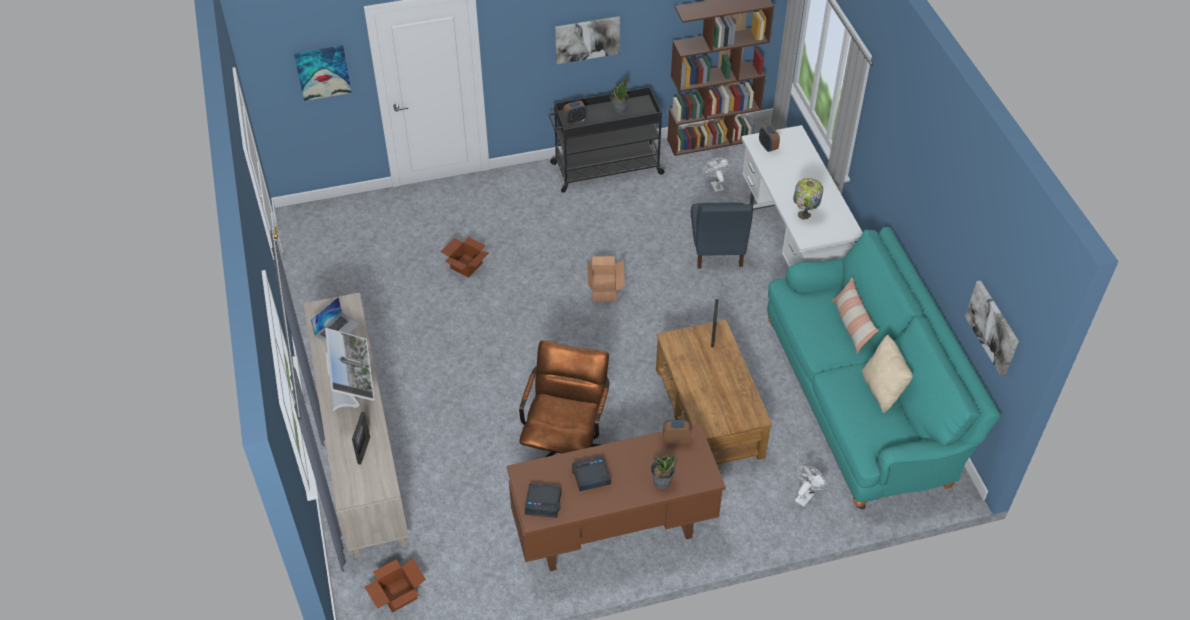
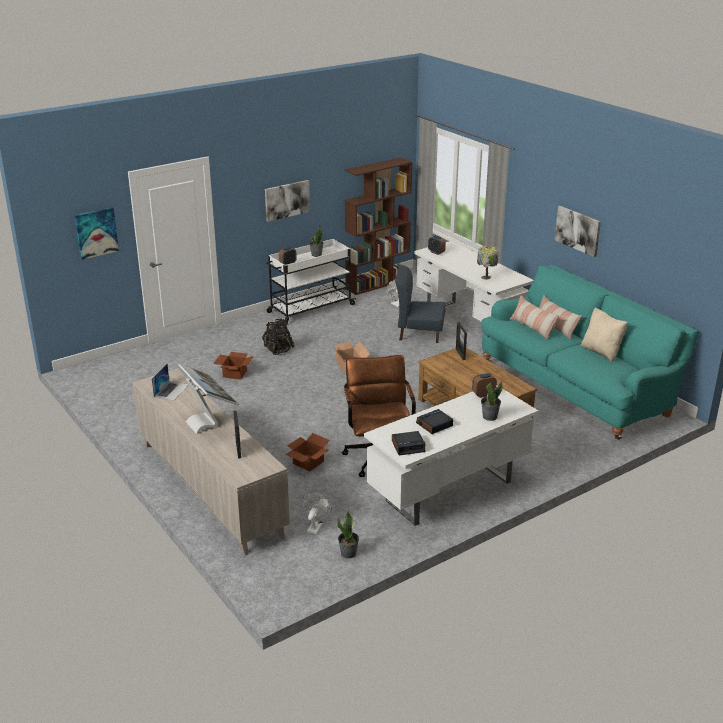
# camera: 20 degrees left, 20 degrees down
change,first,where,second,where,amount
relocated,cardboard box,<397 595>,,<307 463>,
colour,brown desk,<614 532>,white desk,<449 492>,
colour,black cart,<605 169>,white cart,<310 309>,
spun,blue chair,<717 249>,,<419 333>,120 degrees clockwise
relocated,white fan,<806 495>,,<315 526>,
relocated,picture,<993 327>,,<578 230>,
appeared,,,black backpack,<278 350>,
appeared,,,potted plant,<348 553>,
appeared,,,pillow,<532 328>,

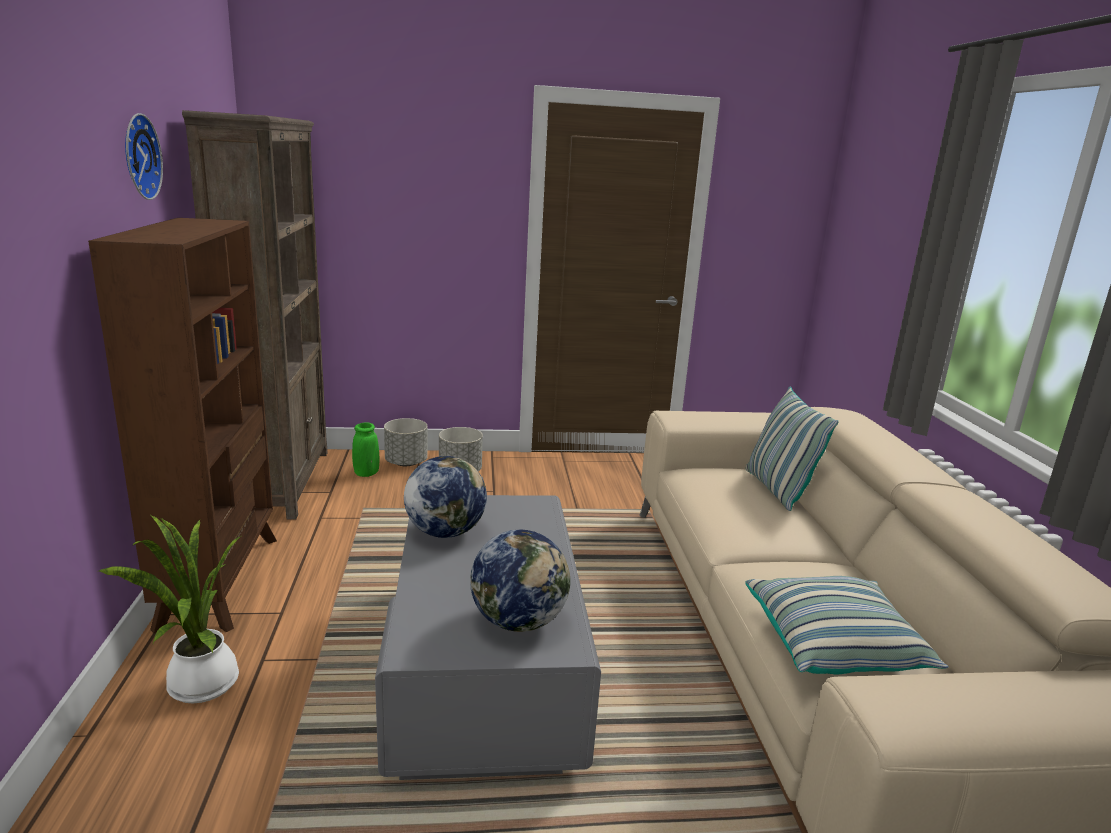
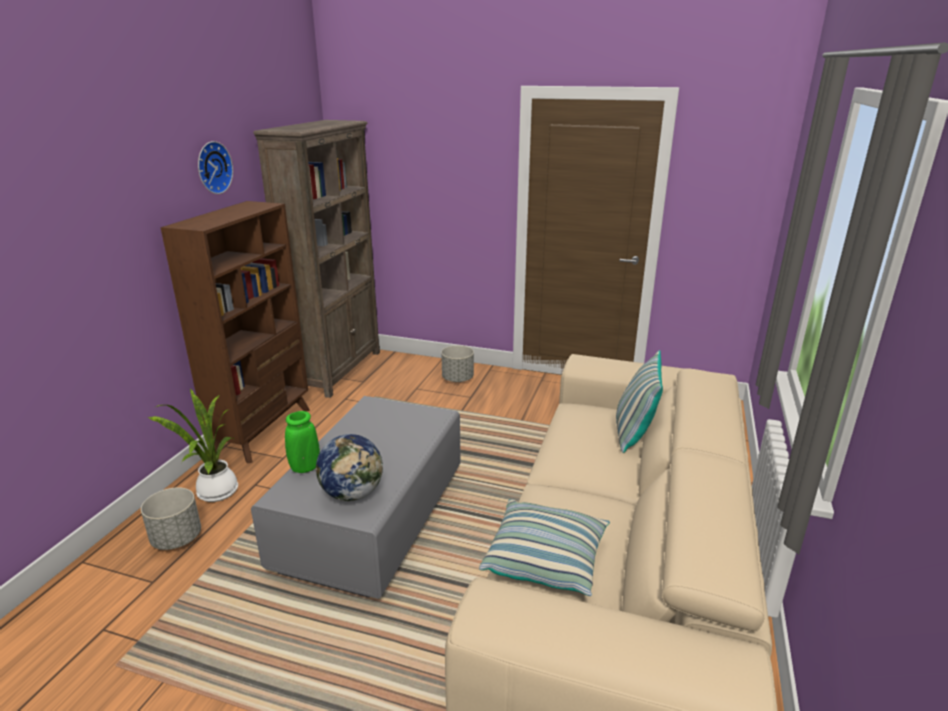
# camera: 25 degrees right, 5 degrees up
change,first,where,second,where,amount
relocated,green vase,<366 473>,,<305 468>,
relocated,grey planter,<405 462>,,<176 538>,
missing,globe,<445 532>,,,

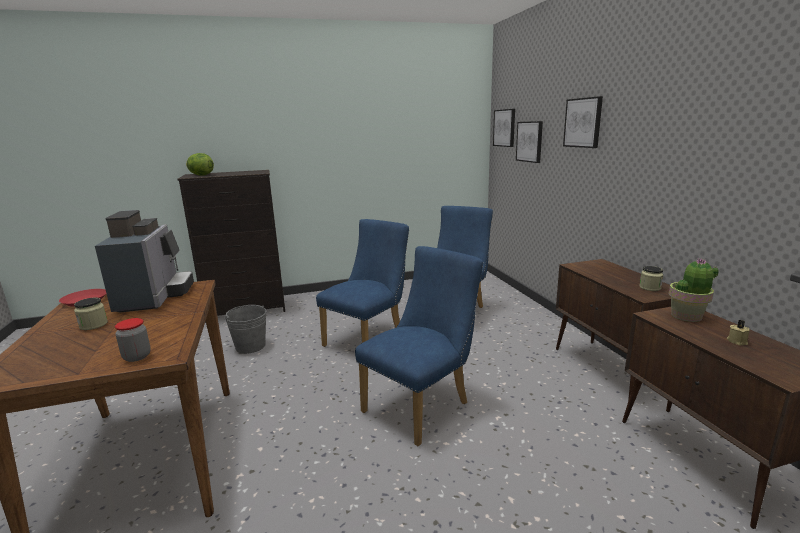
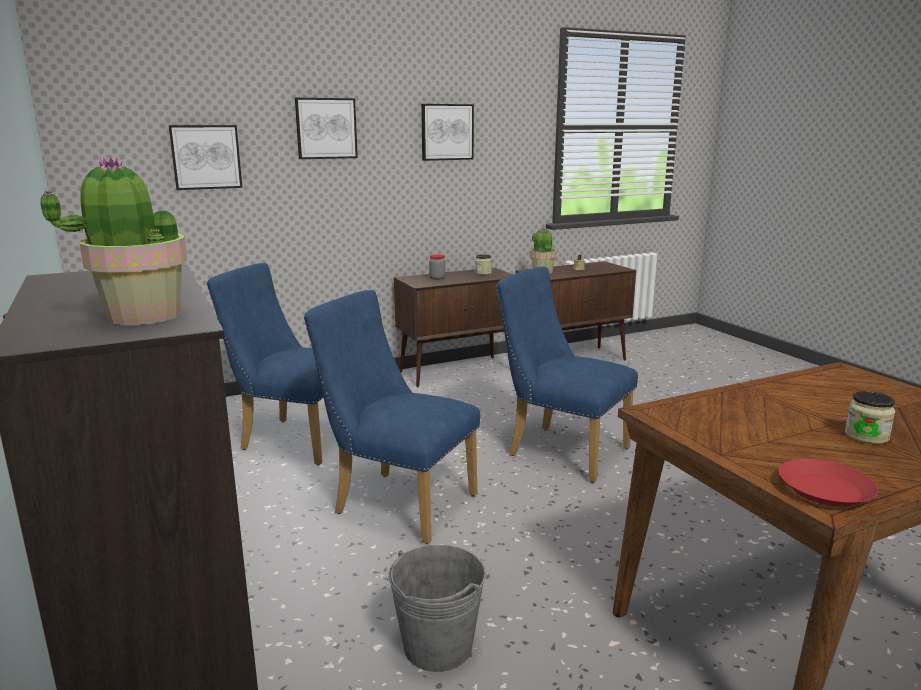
# camera: 100 degrees left, 0 degrees up
change,first,where,second,where,amount
missing,coffee machine,<154 297>,,,
relocated,jar,<137 357>,,<437 278>,
exchanged,lettuce,<201 175>,potted plant,<142 316>,
relocated,picture,<505 128>,,<447 132>,

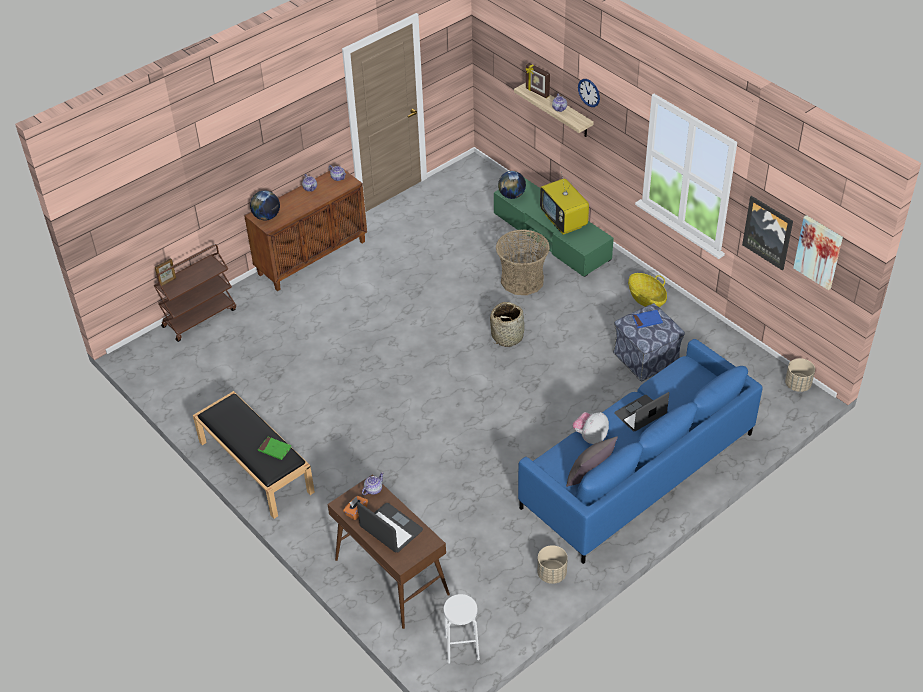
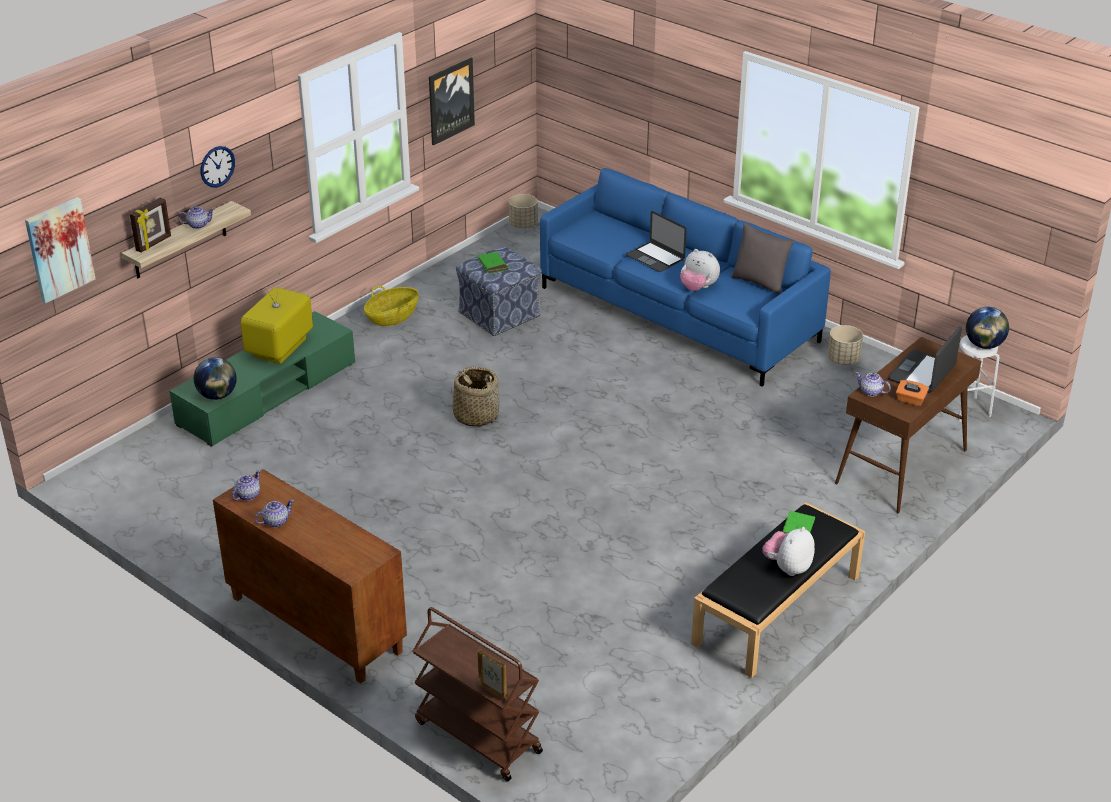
# camera: 100 degrees left, 10 degrees down
change,first,where,second,where,amount
relocated,globe,<266 217>,,<984 345>,
missing,basket,<522 280>,,,
spun,television,<564 221>,,<280 349>,150 degrees clockwise
colour,blue book,<647 320>,green book,<492 264>,
relocated,picture,<818 252>,,<59 249>,
appeared,,,plush toy,<787 567>,

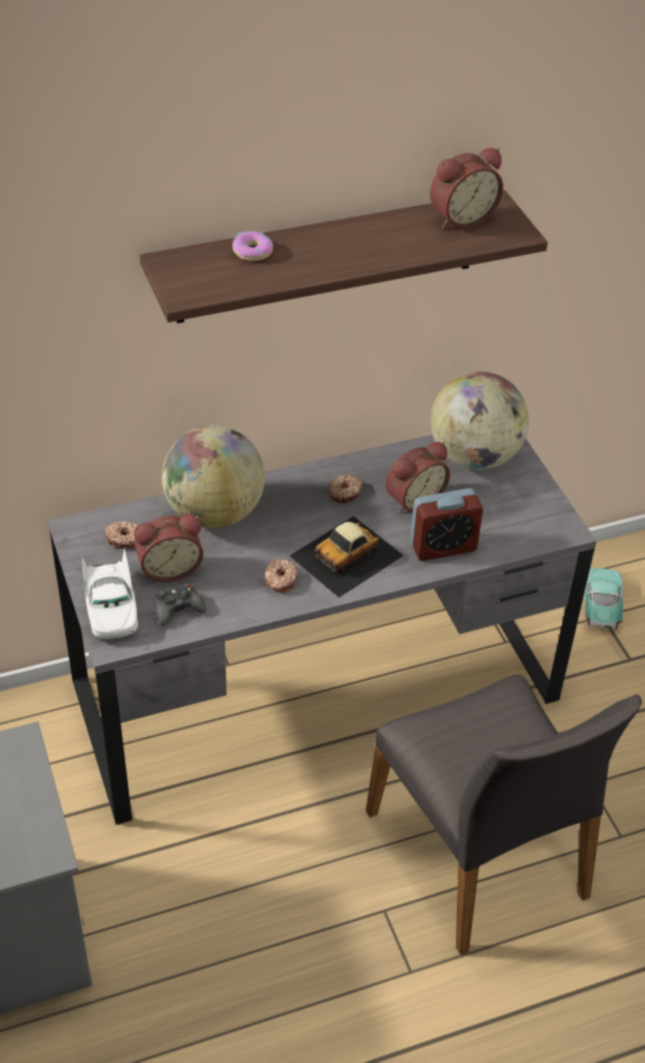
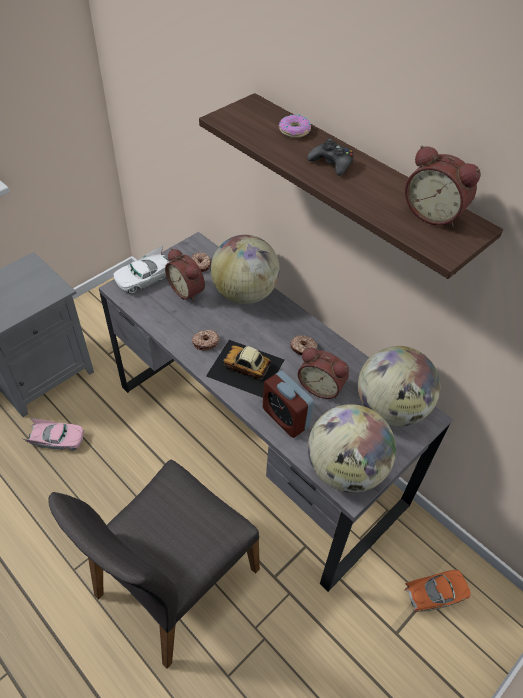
# camera: 65 degrees right, 5 degrees up
change,first,where,second,where,amount
relocated,black game controller,<178 609>,,<331 163>,
colour,turquoise toy car,<601 606>,orange toy car,<435 594>,
appeared,,,pink toy car,<57 439>,
appeared,,,globe,<345 469>,

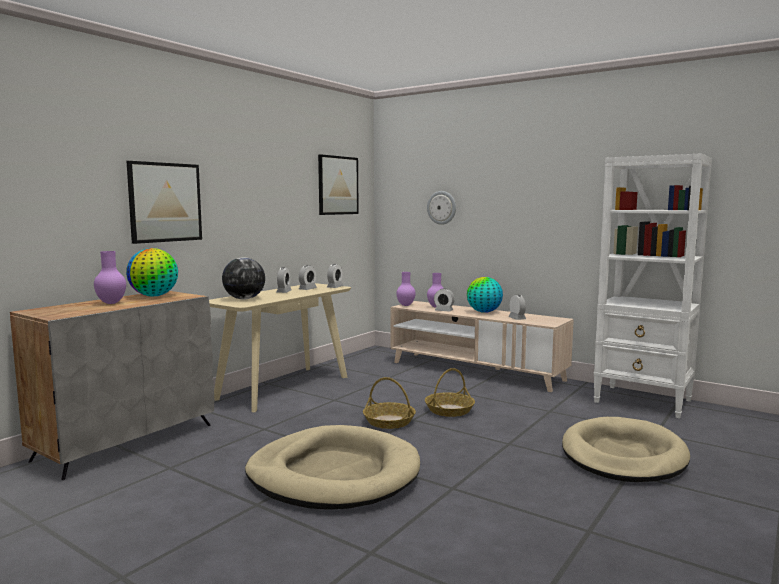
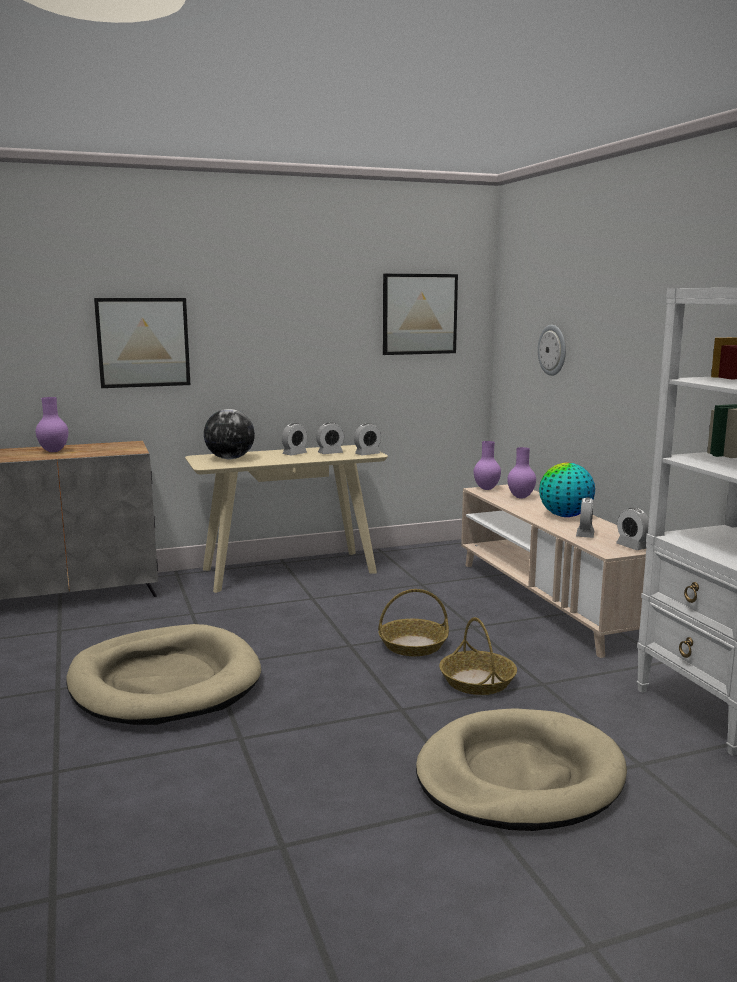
# camera: 35 degrees right, 5 degrees up
change,first,where,second,where,amount
missing,globe,<154 296>,,,
relocated,basket,<389 421>,,<477 682>,
relocated,alarm clock,<444 310>,,<632 546>,

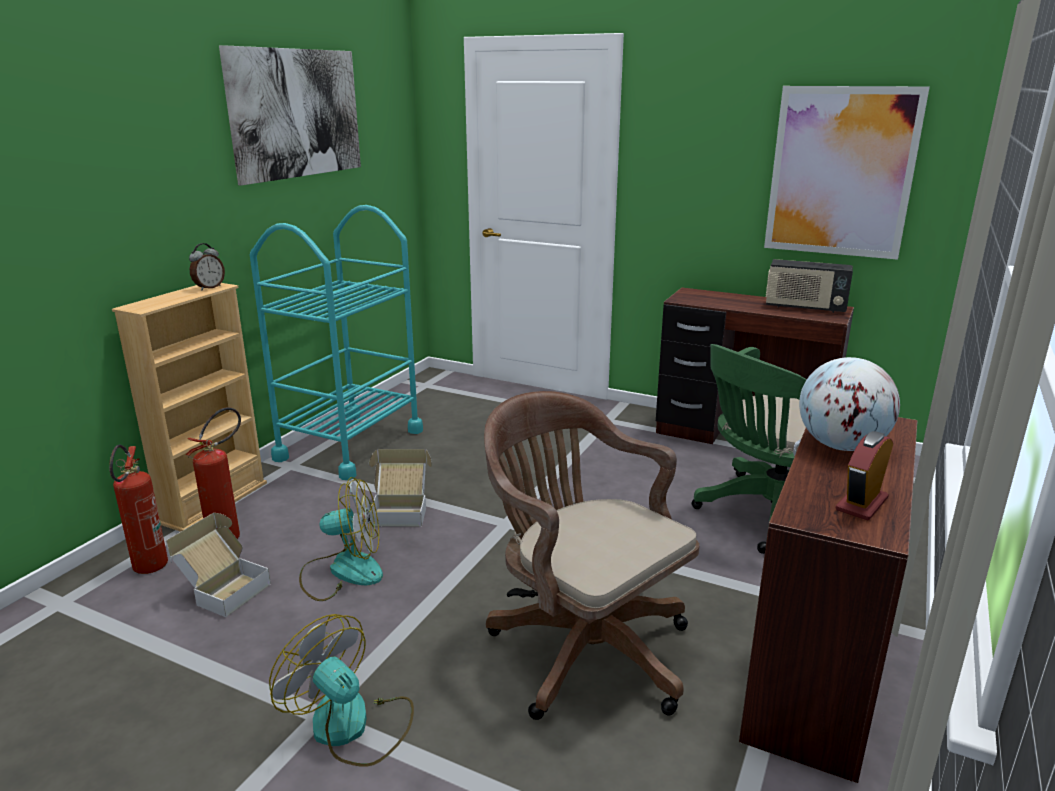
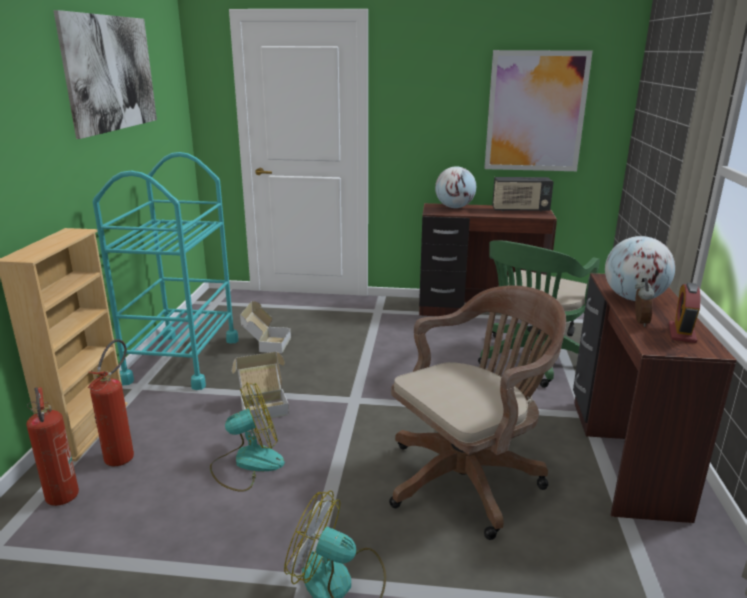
# camera: 20 degrees left, 0 degrees up
change,first,where,second,where,amount
relocated,cardboard box,<223 590>,,<266 344>,
relocated,alarm clock,<209 287>,,<639 322>,
spun,brown office chair,<582 646>,,<469 478>,120 degrees clockwise
appeared,,,globe,<454 207>,

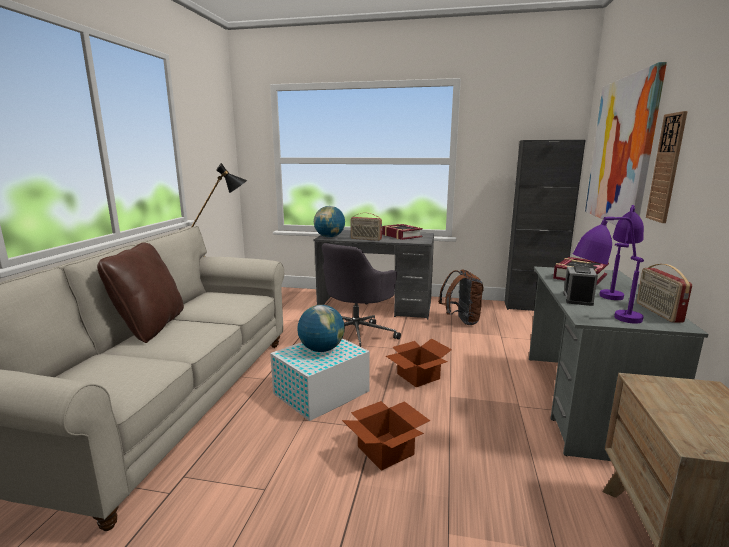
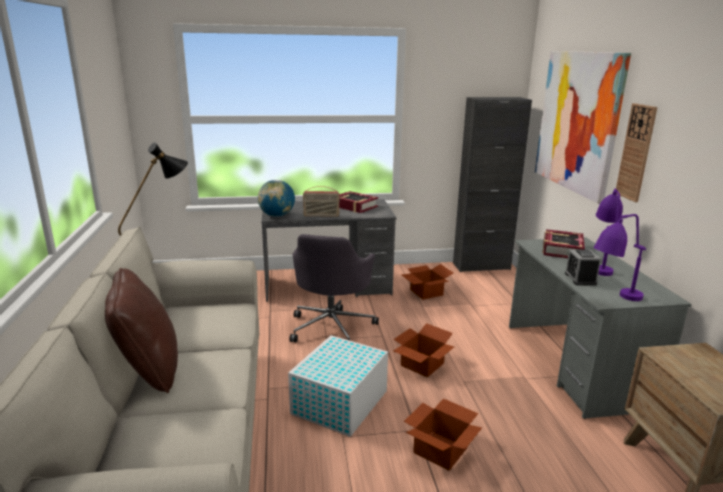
# camera: 20 degrees left, 5 degrees up
change,first,where,second,where,amount
missing,globe,<321 349>,,,
exchanged,brown backpack,<461 321>,cardboard box,<425 292>,
missing,radio,<657 312>,,,

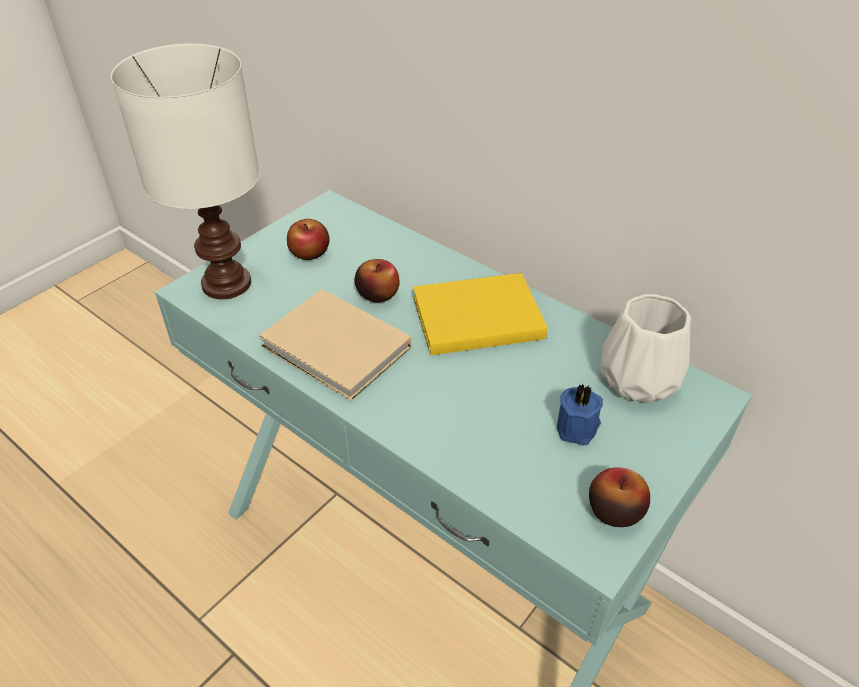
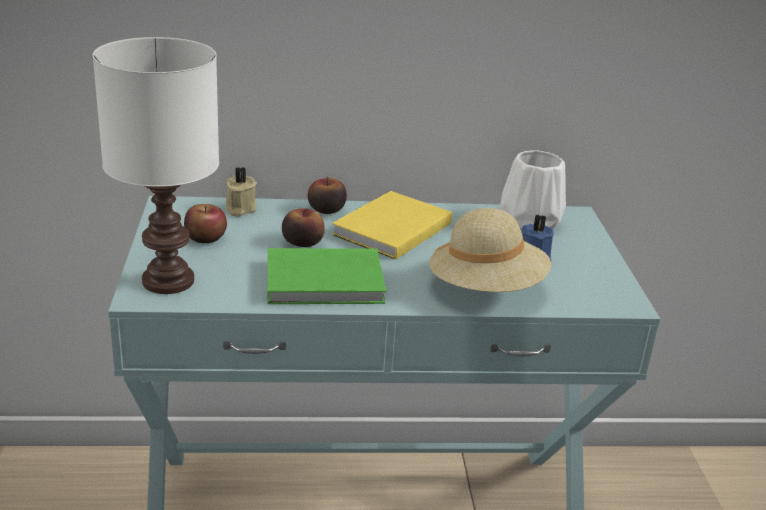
# camera: 45 degrees left, 15 degrees down
change,first,where,second,where,amount
colour,beige book,<337 349>,green book,<328 282>,
relocated,apple,<614 510>,,<326 210>,
appeared,,,beige candle,<239 209>,
appeared,,,beige hat,<486 289>,

